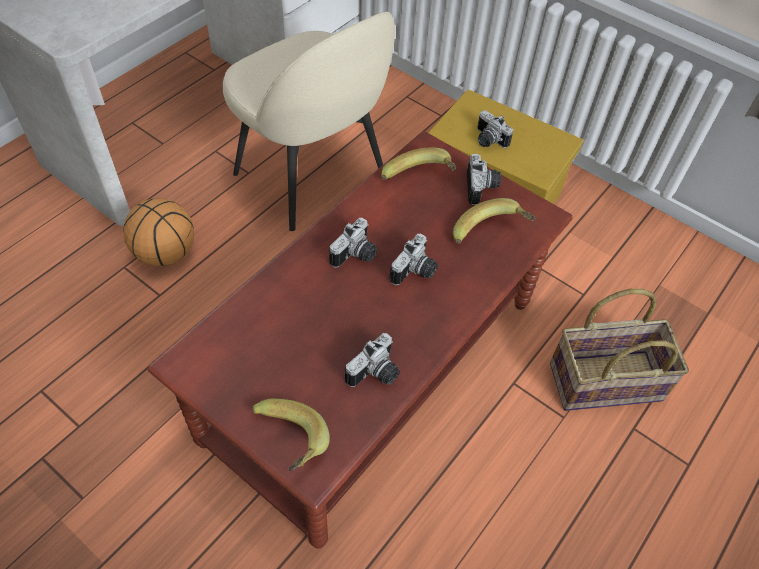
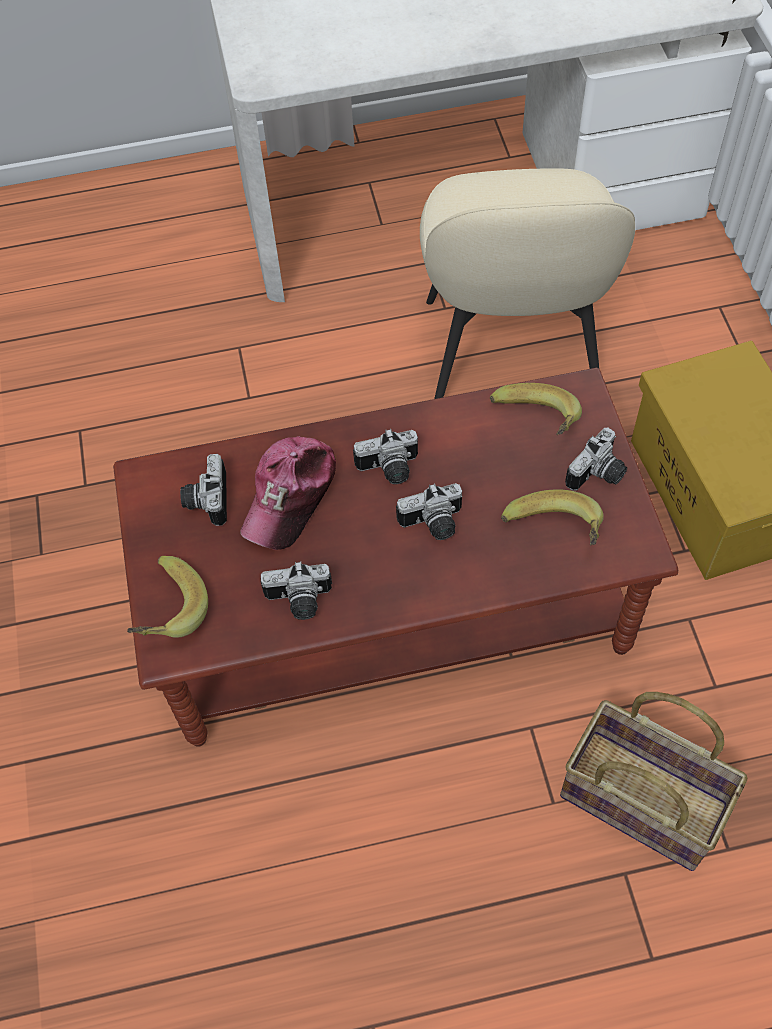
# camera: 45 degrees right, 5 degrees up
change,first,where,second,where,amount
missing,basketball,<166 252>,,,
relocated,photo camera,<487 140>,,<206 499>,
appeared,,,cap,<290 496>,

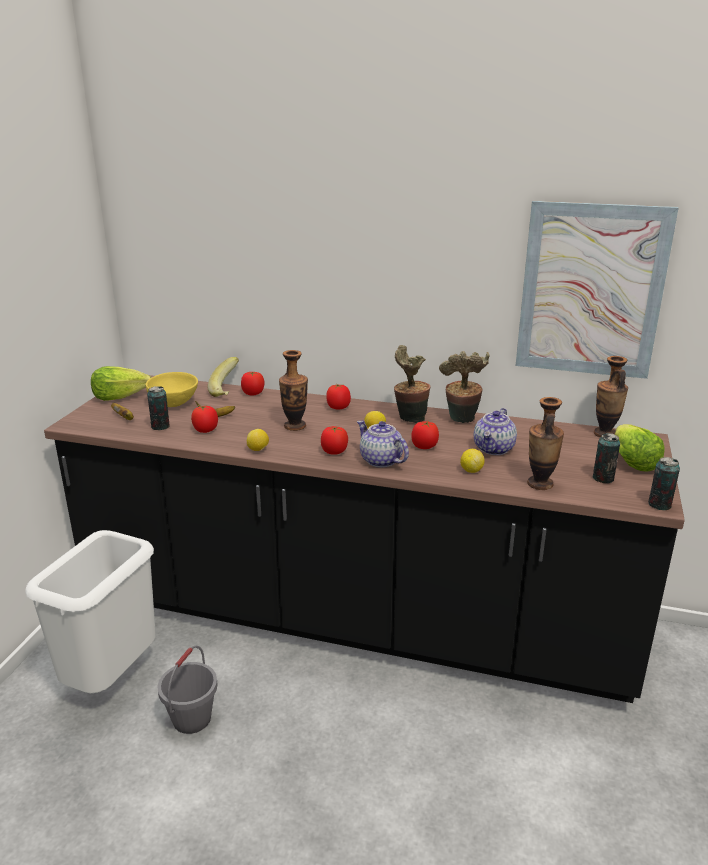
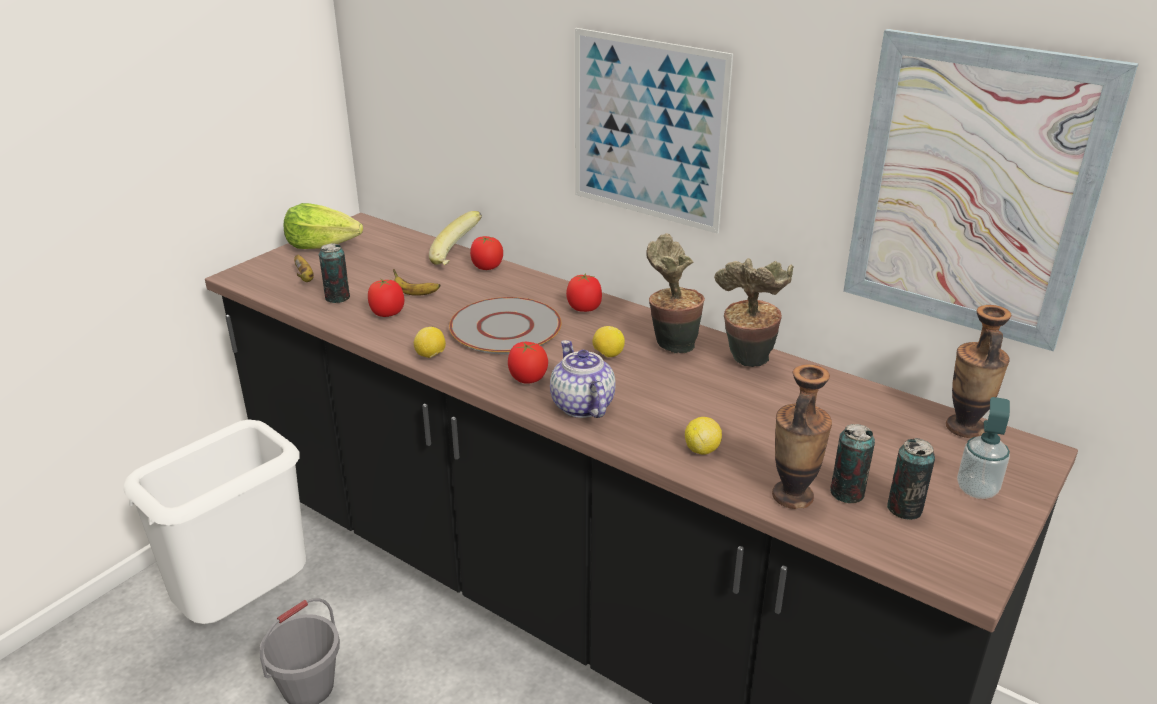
# camera: 20 degrees right, 5 degrees up
change,first,where,second,where,amount
missing,yellow bowl,<175 403>,,,
exchanged,vase,<295 426>,grey plate,<505 327>,
missing,tomato,<424 447>,,,
missing,teapot,<494 449>,,,
exchanged,lettuce,<632 462>,soap dispenser,<977 489>,
relocated,can,<659 505>,,<847 493>,
appeared,,,picture,<647 130>,

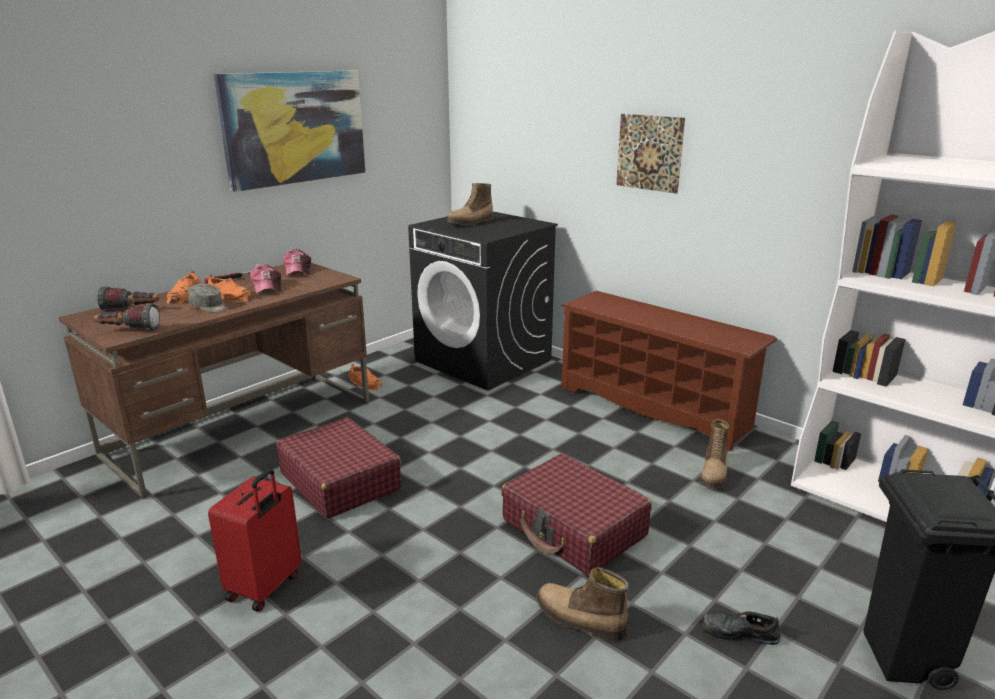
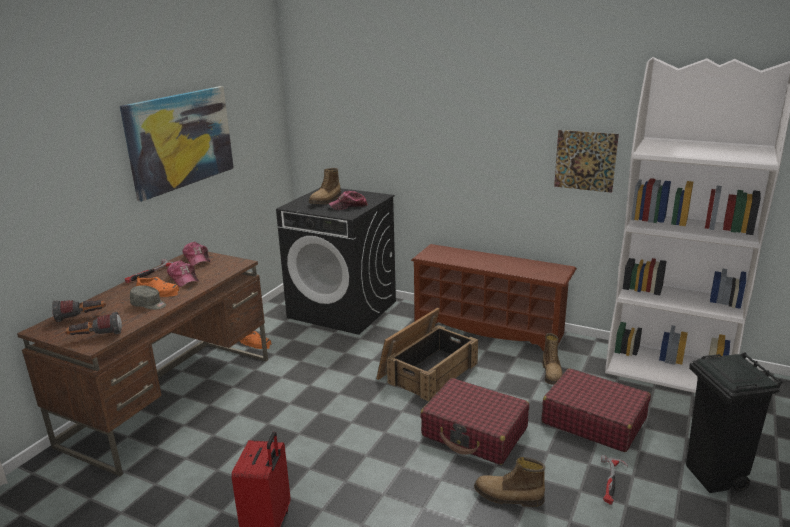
# camera: 15 degrees left, 0 degrees up
change,first,where,second,where,amount
missing,orange shoe,<184 295>,,,
relocated,red suitcase,<340 481>,,<593 420>,
relocated,picture,<649 153>,,<585 161>,
exchanged,black shoe,<738 633>,hammer,<612 482>,
appeared,,,cap,<348 206>,
appeared,,,crate,<427 370>,

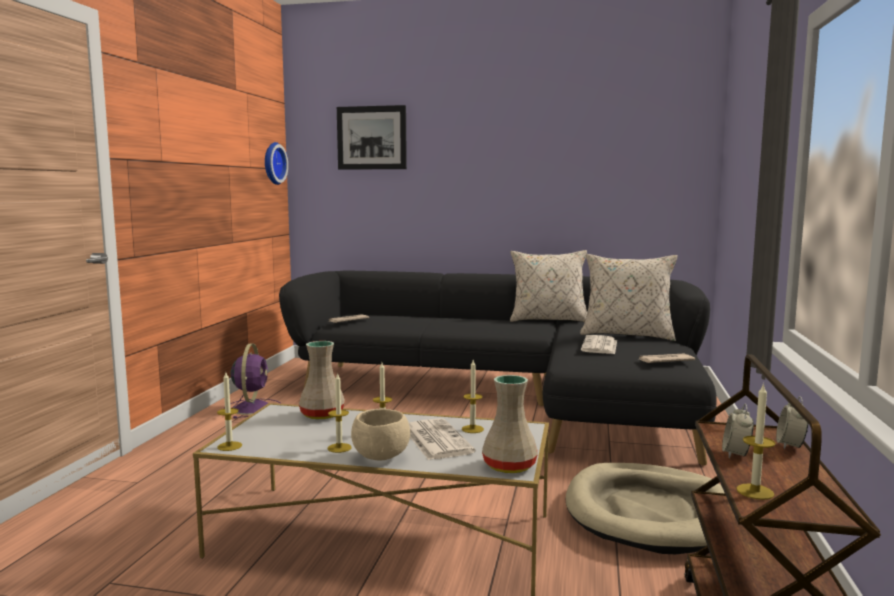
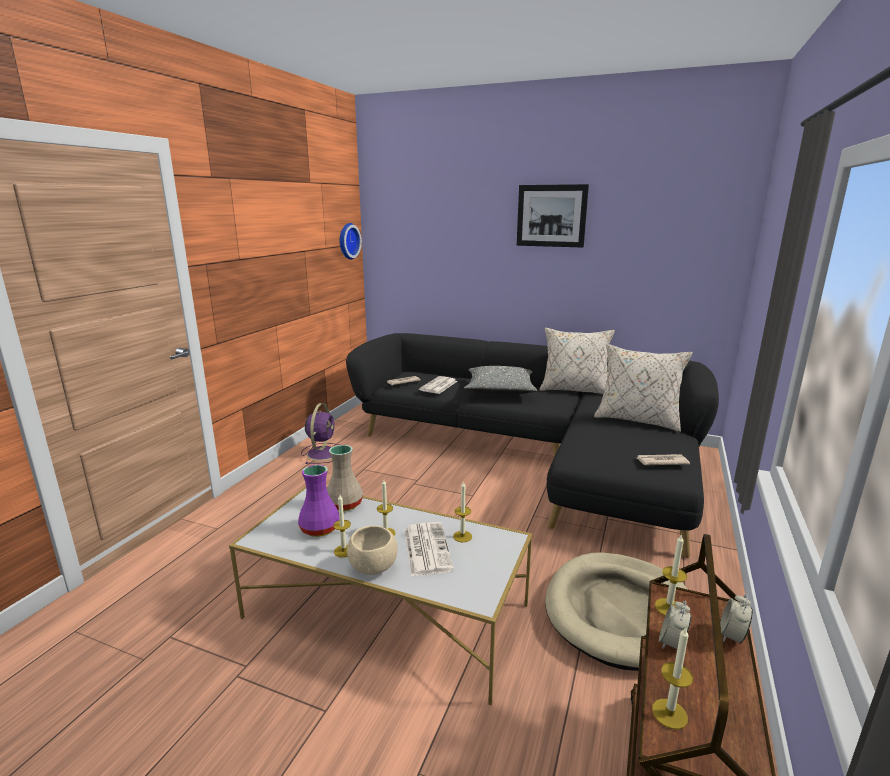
# camera: 10 degrees right, 10 degrees up
change,first,where,second,where,amount
relocated,candle,<229 446>,,<668 607>,
relocated,picture,<371 138>,,<551 216>,
missing,beige vase,<510 466>,,,
relocated,newspaper,<600 346>,,<438 386>,
appeared,,,purple vase,<321 529>,
appeared,,,grey pillow,<500 390>,

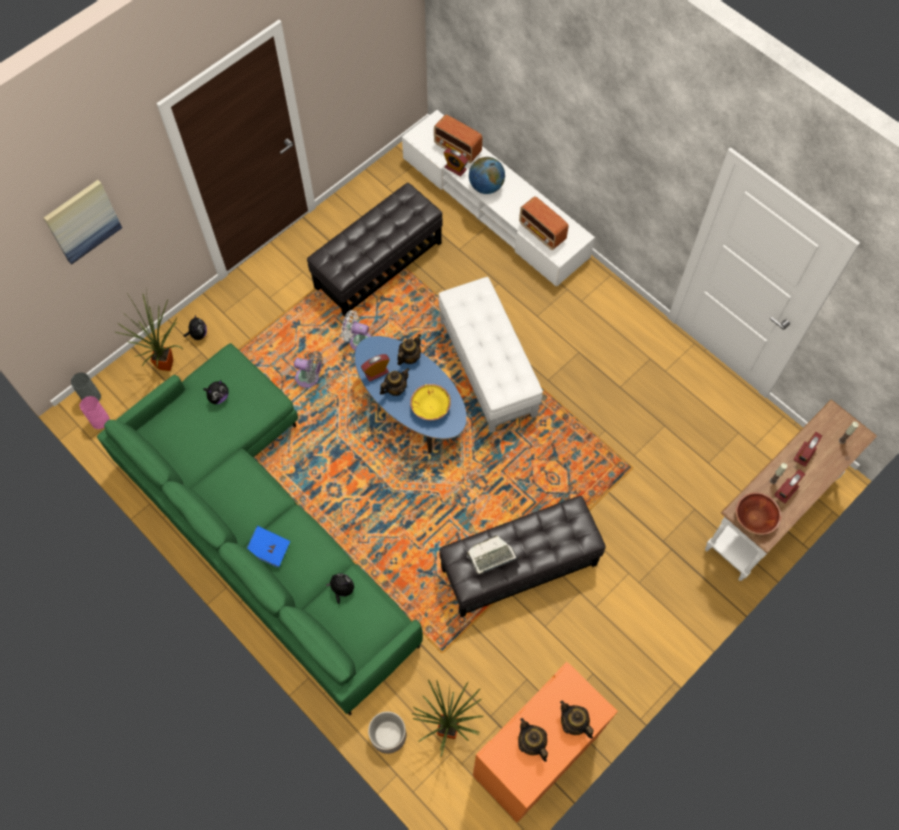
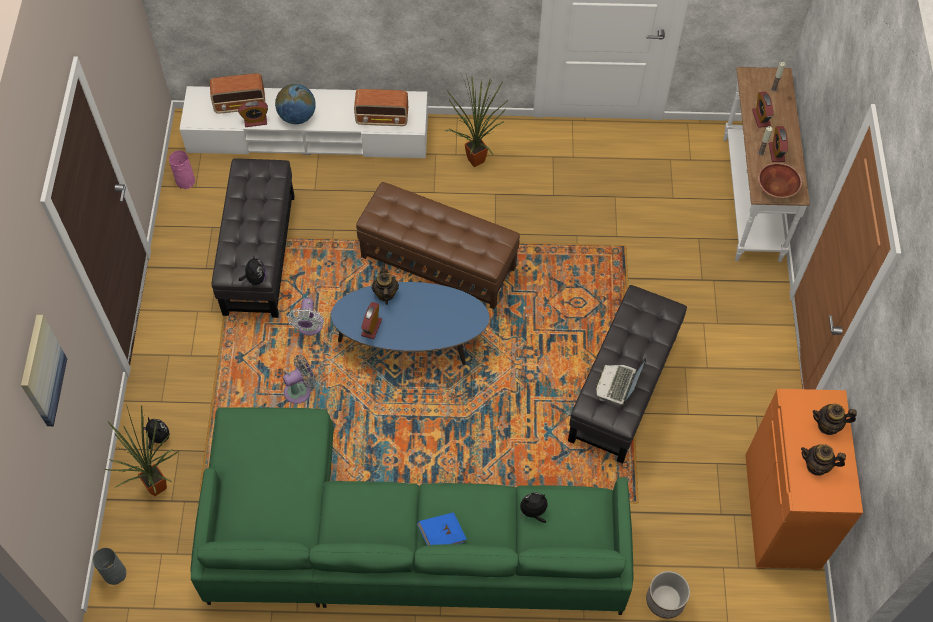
# camera: 45 degrees left, 5 degrees down
change,first,where,second,where,amount
relocated,pink vase,<101 420>,,<186 181>,
relocated,plush toy,<218 397>,,<255 278>,
spun,white fan,<358 341>,,<309 327>,60 degrees counterclockwise
missing,teapot,<395 388>,,,
missing,yellow bowl,<431 407>,,,
relocated,potted plant,<449 727>,,<474 158>,
colour,white ottoman,<488 367>,brown ottoman,<438 261>,

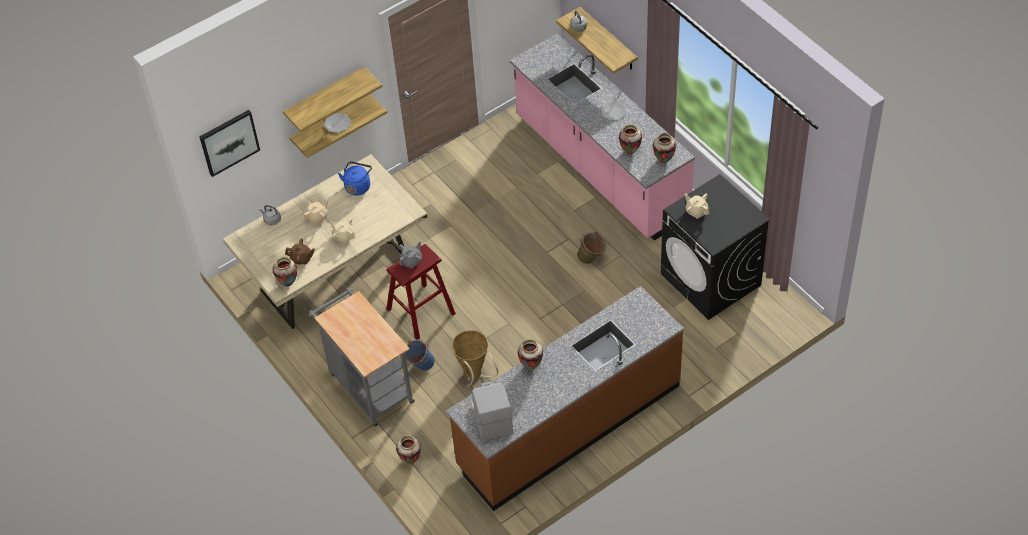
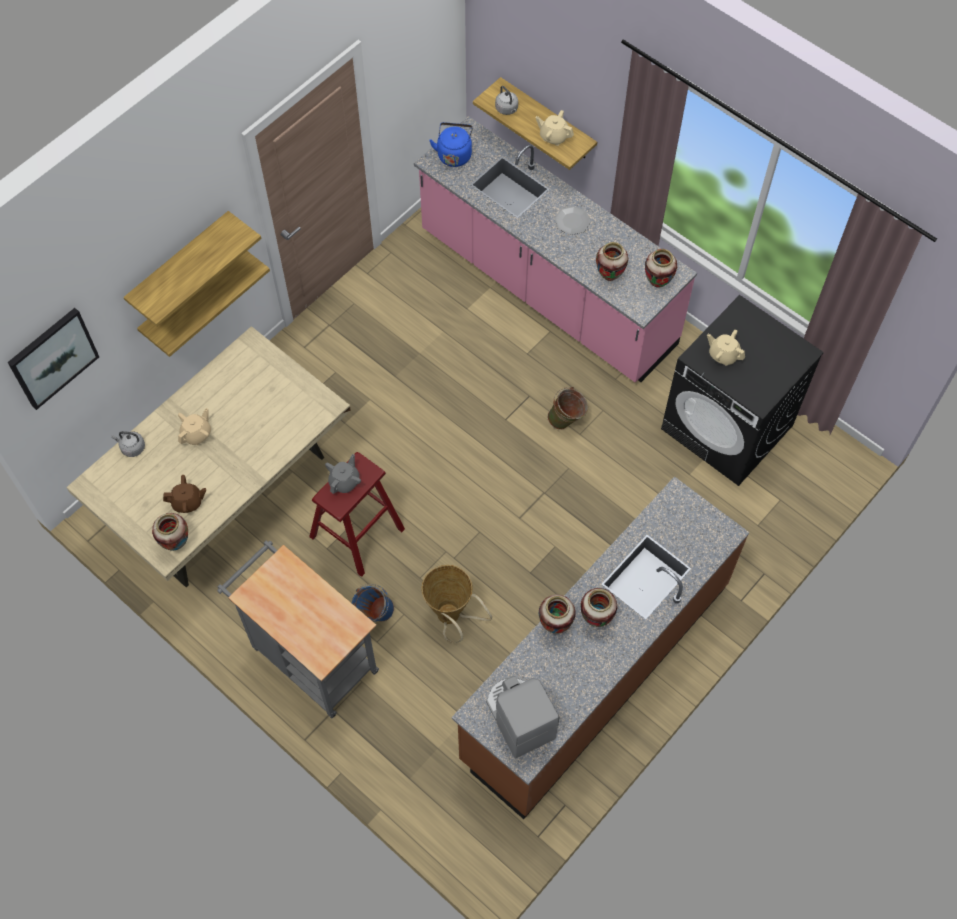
# camera: 15 degrees left, 10 degrees up
change,first,where,second,where,amount
missing,plate,<337 123>,,,
relocated,beige teapot,<344 236>,,<553 137>,
relocated,blue kettle,<358 186>,,<454 154>,
relocated,vase,<411 460>,,<596 619>,

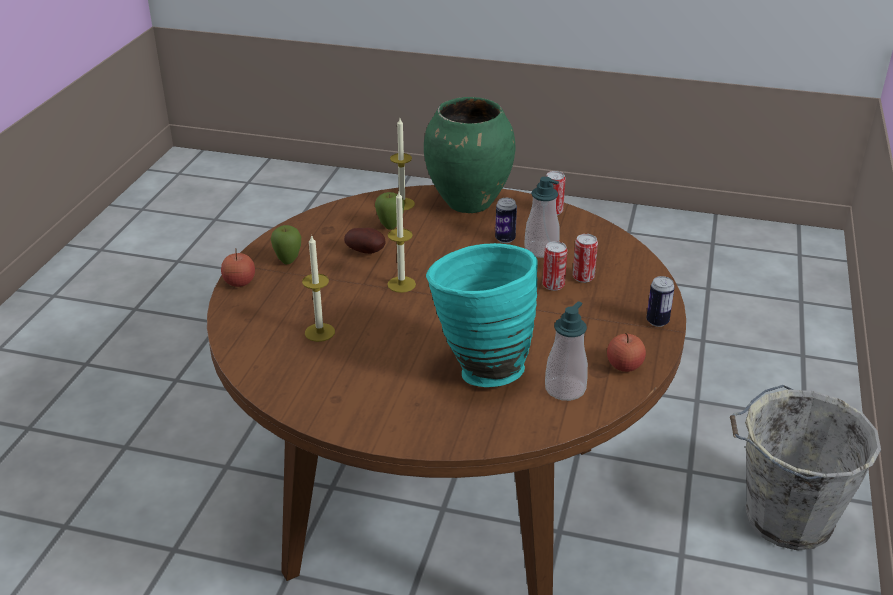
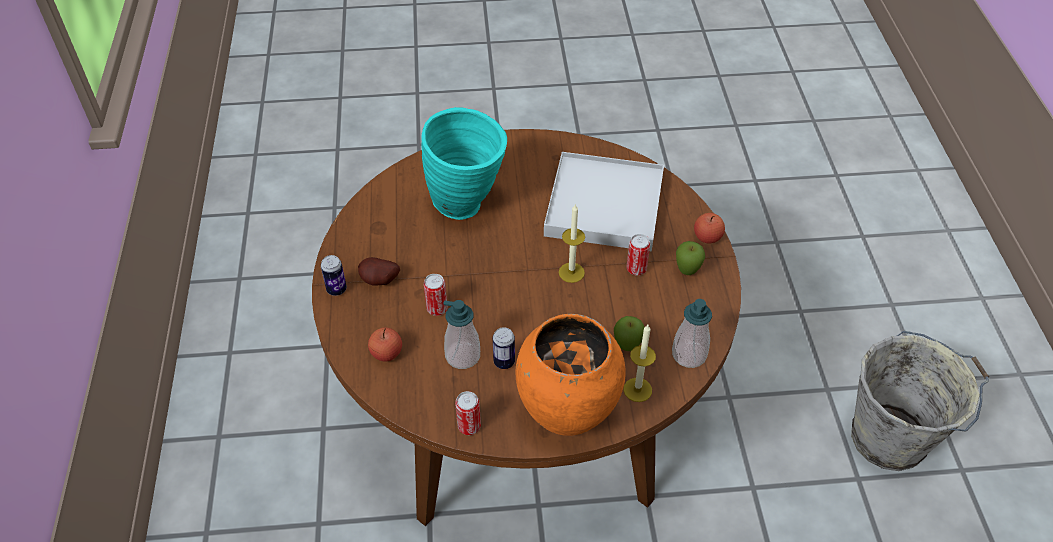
# camera: 160 degrees right, 15 degrees up
change,first,where,second,where,amount
exchanged,candle,<319 332>,white tray,<604 206>,
relocated,potato,<367 252>,,<379 281>,
colour,green vase,<469 203>,orange vase,<566 413>,
relocated,soap dispenser,<565 389>,,<689 354>,
relocated,can,<583 277>,,<636 269>,
relocated,apple,<624 366>,,<386 353>,
relocated,grey bucket,<784 518>,,<891 438>,

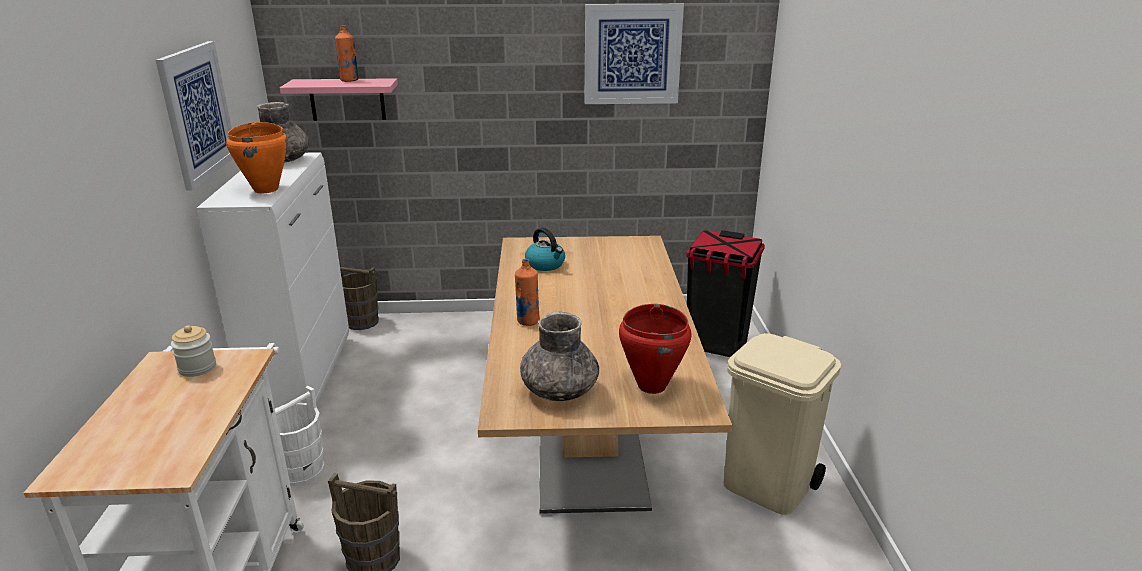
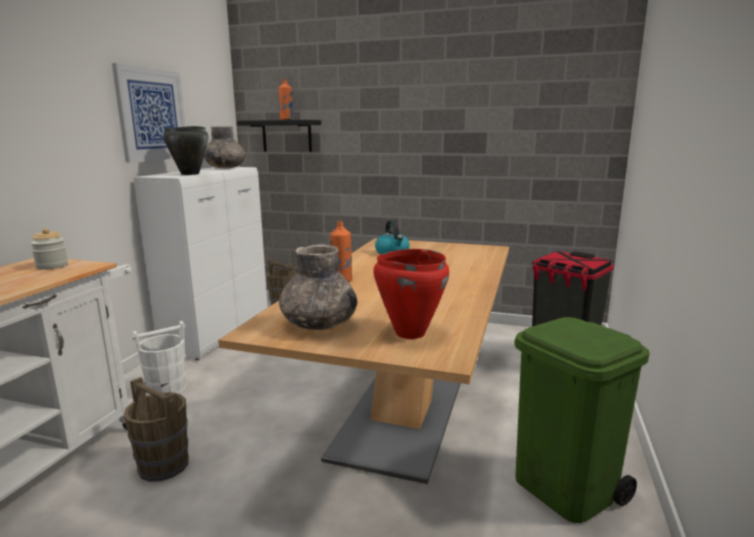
# camera: 20 degrees right, 10 degrees down
change,first,where,second,where,amount
colour,orange cooking pot,<266 189>,black cooking pot,<190 174>,
colour,pink shelf,<347 99>,black shelf,<287 136>,
missing,picture,<632 54>,,,
colour,beige trash can,<768 486>,green trash can,<566 489>,

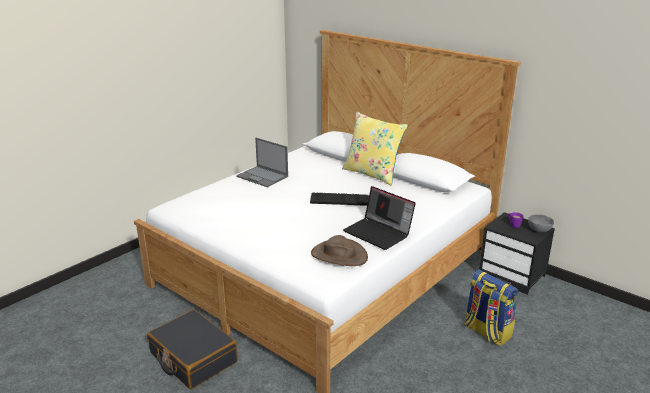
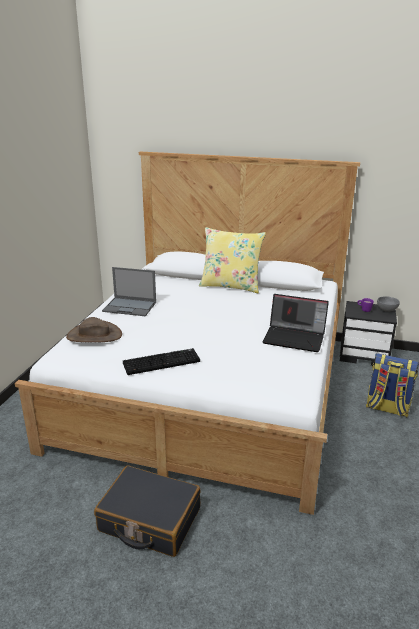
# camera: 25 degrees left, 0 degrees up
change,first,where,second,where,amount
relocated,keyboard,<342 200>,,<162 362>,
relocated,brown hat,<339 255>,,<94 336>,

